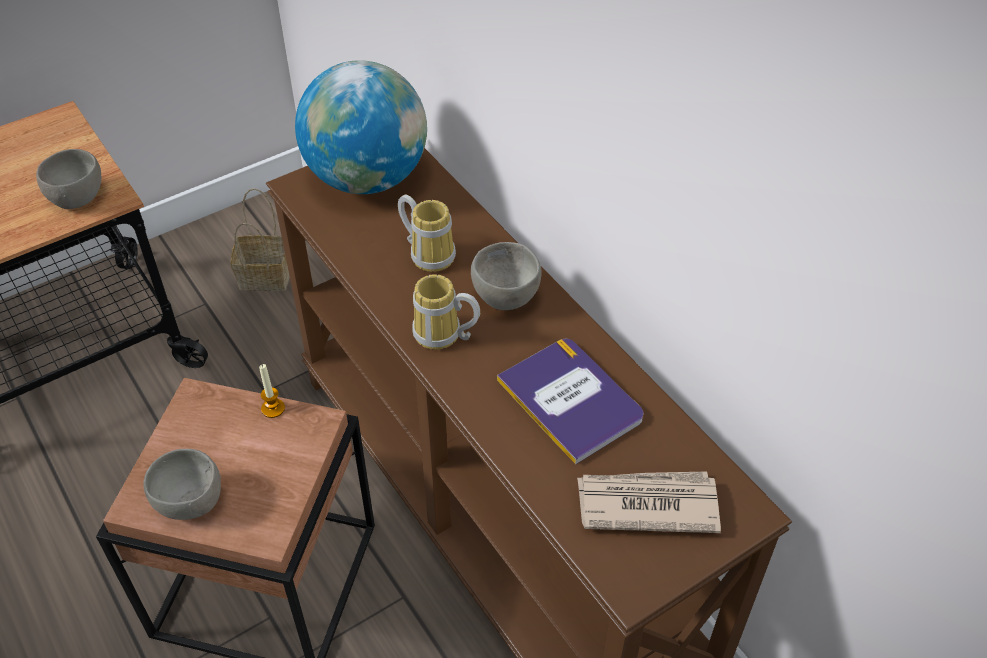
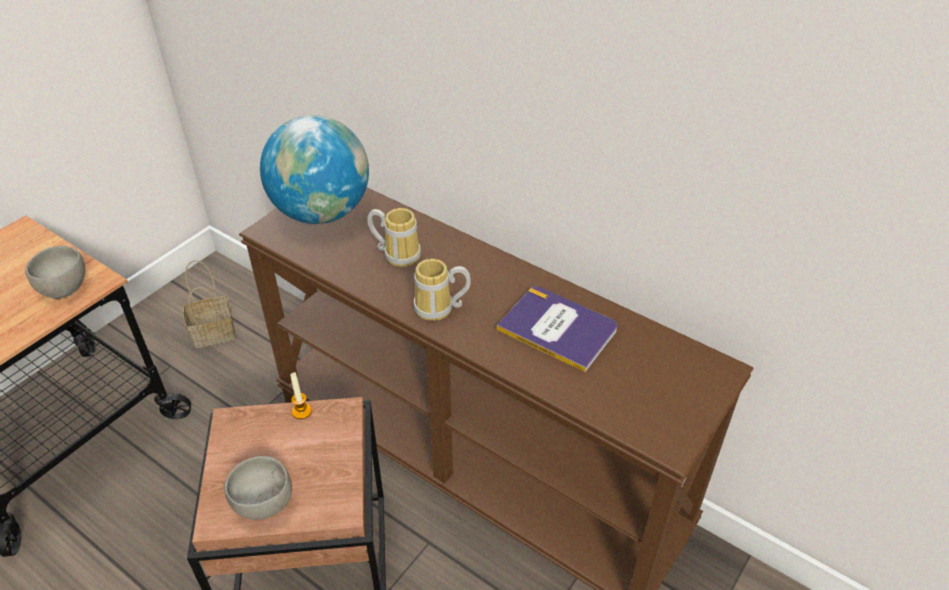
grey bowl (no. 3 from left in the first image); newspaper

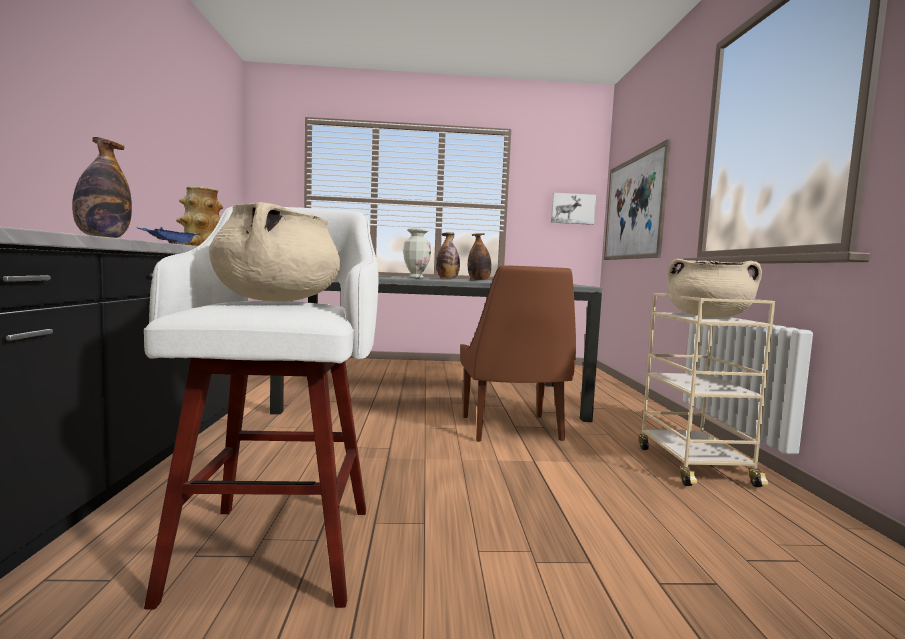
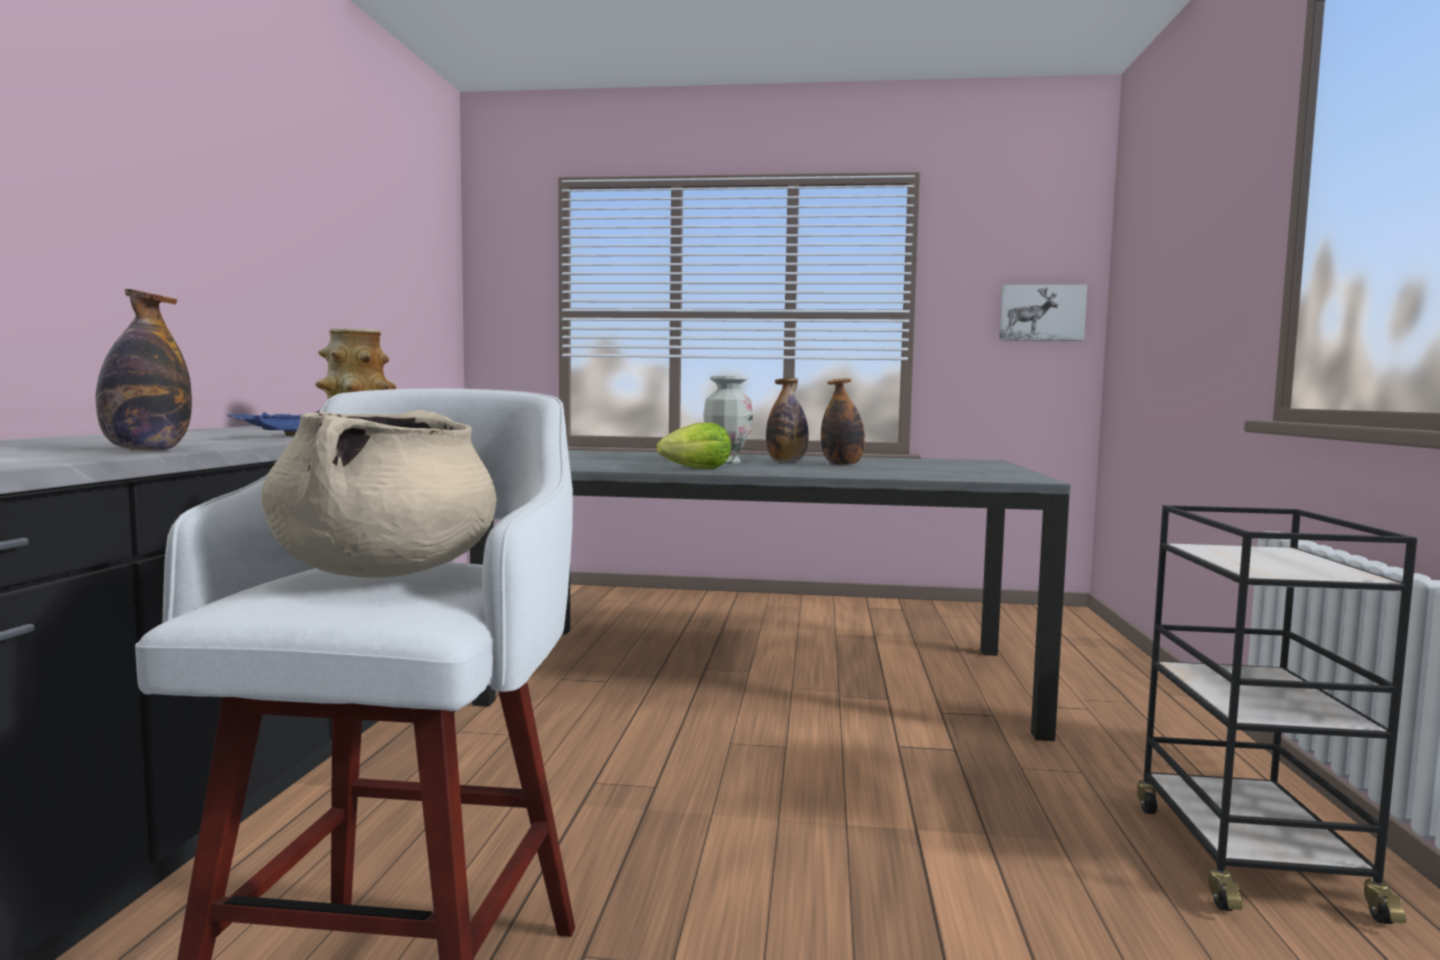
lettuce; black cart; brown chair; picture (no. 2 from left in the first image); beige cooking pot (no. 2 from left in the first image)

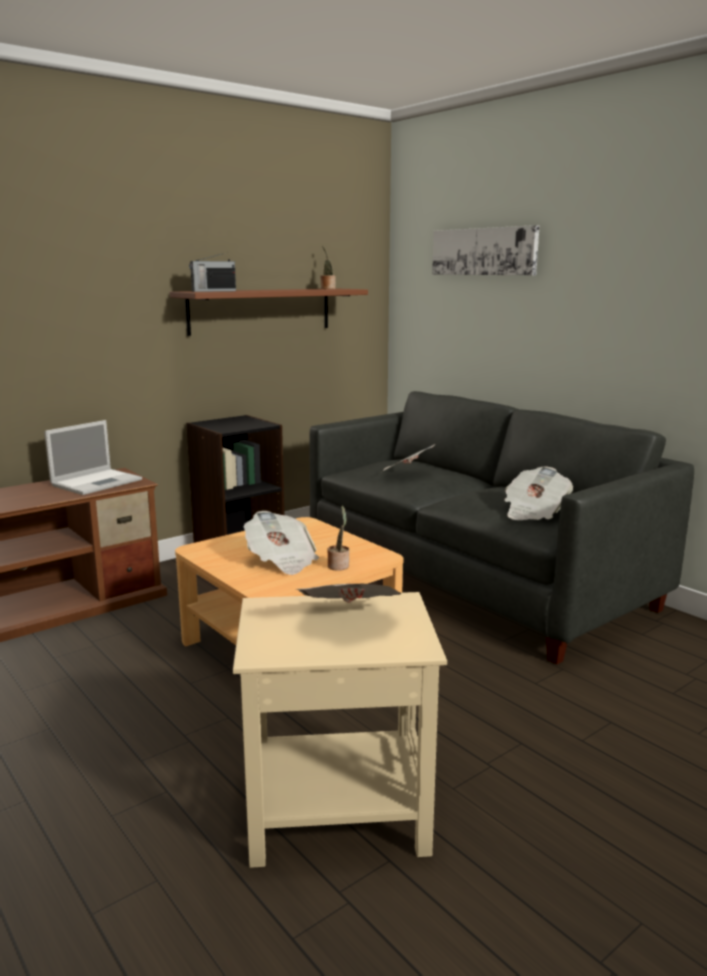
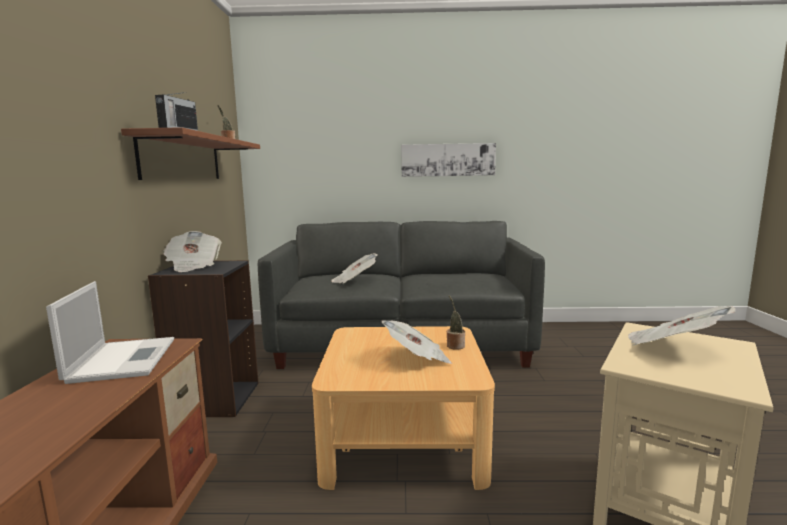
newspaper (no. 1 from left); picture

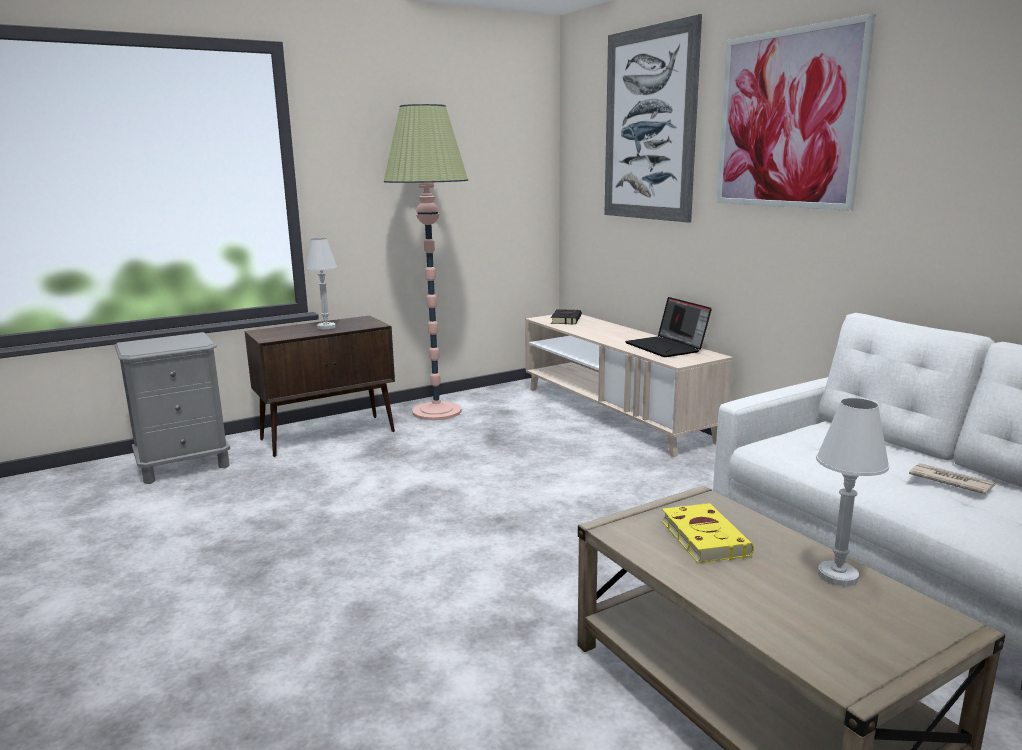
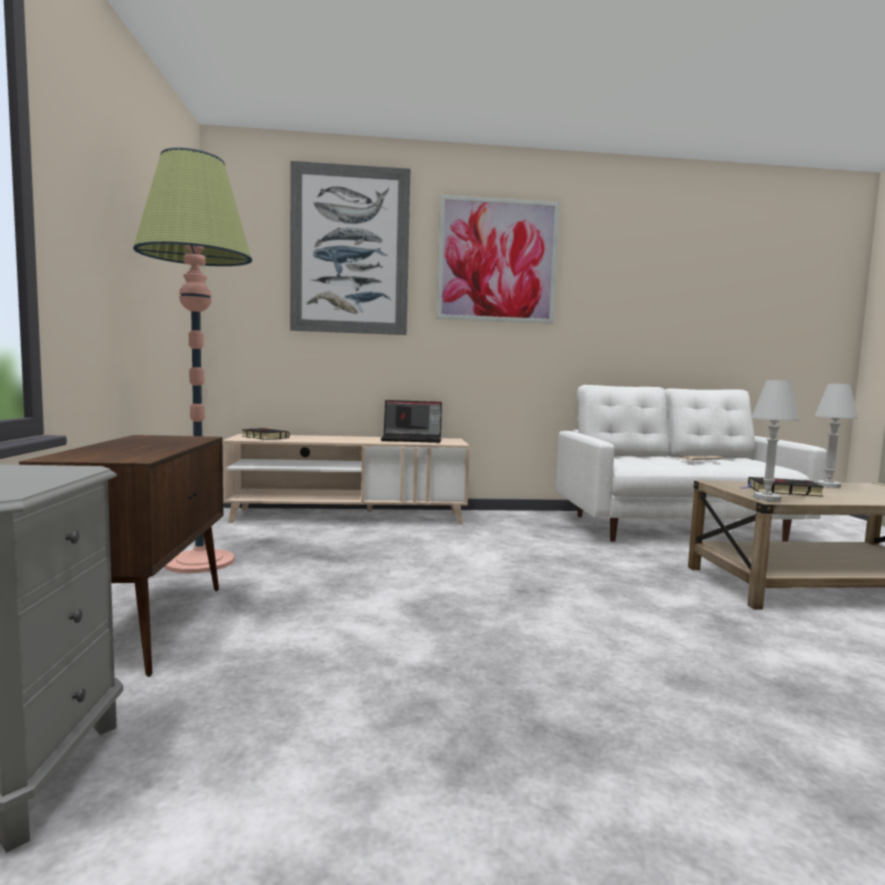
black book (no. 2 from left); white table lamp (no. 1 from left)

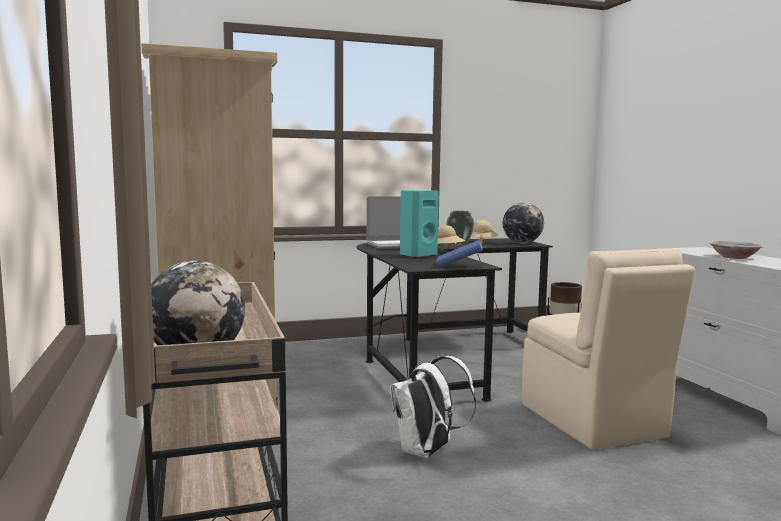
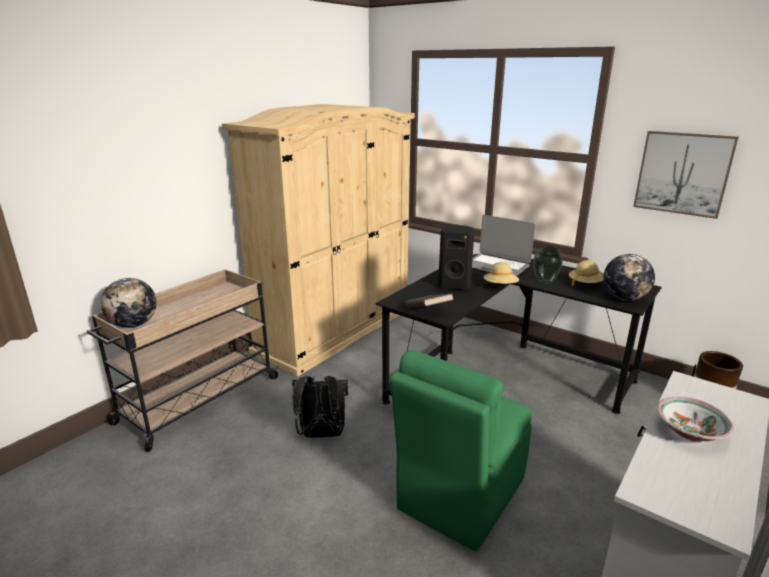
black backpack; green chair; brown book; black speaker; picture

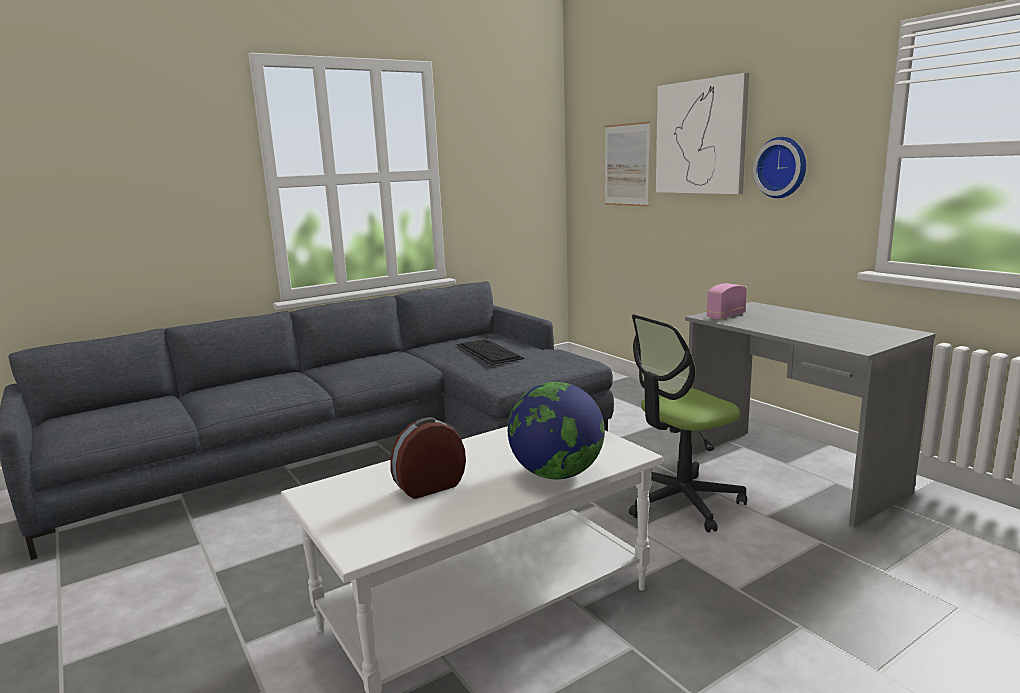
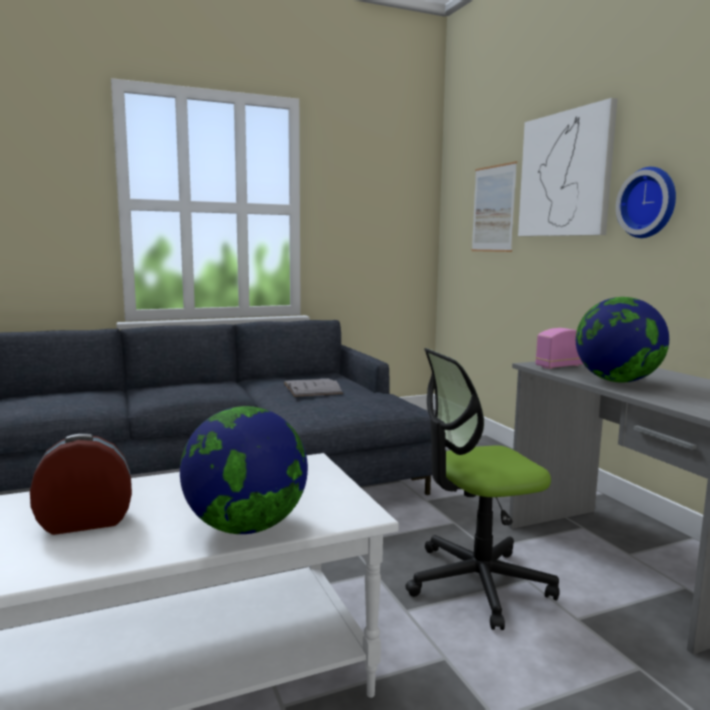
grey book; globe (no. 2 from left)

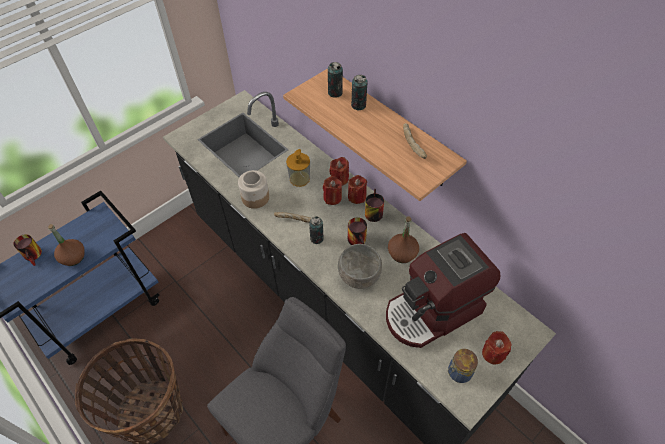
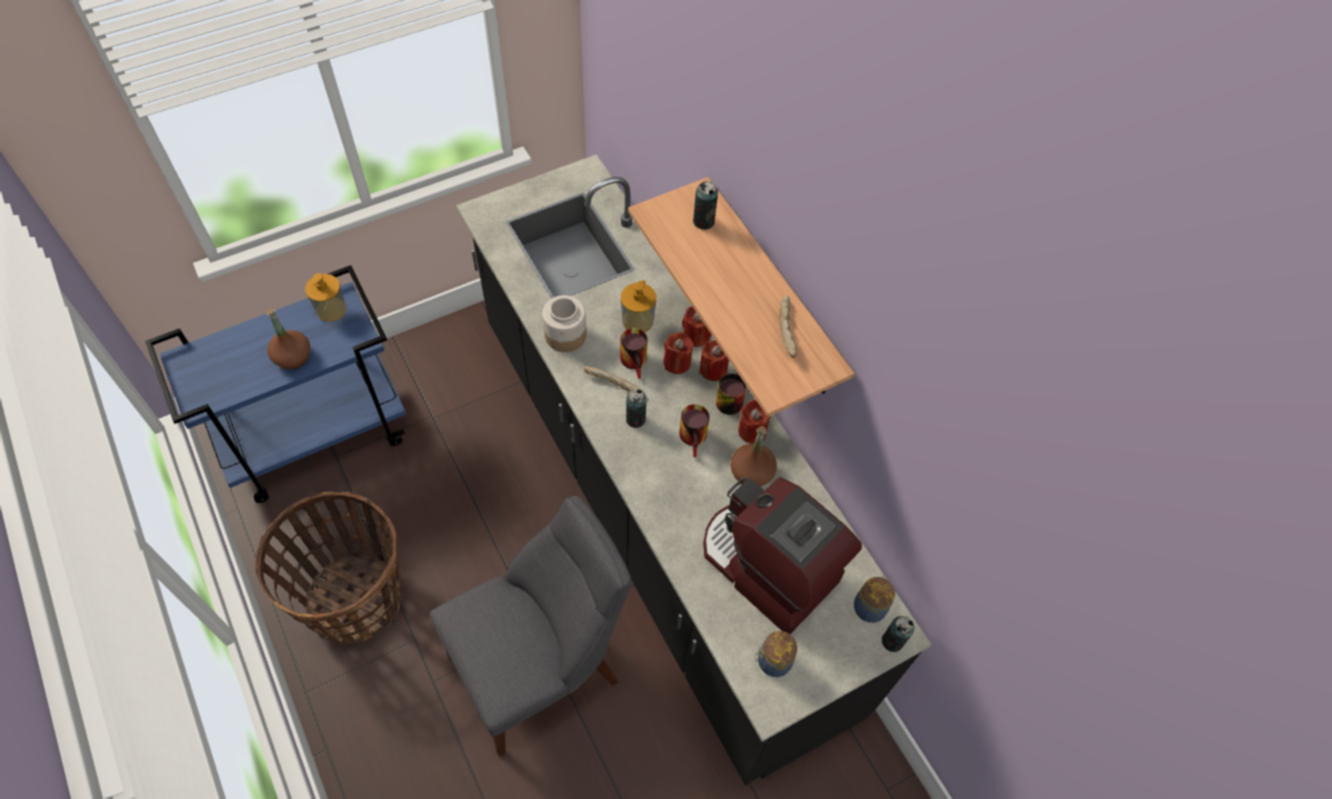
soap dispenser (no. 1 from left); mug (no. 1 from left); coffee machine; red candle (no. 4 from left); jar (no. 3 from left); can (no. 3 from left); grey bowl

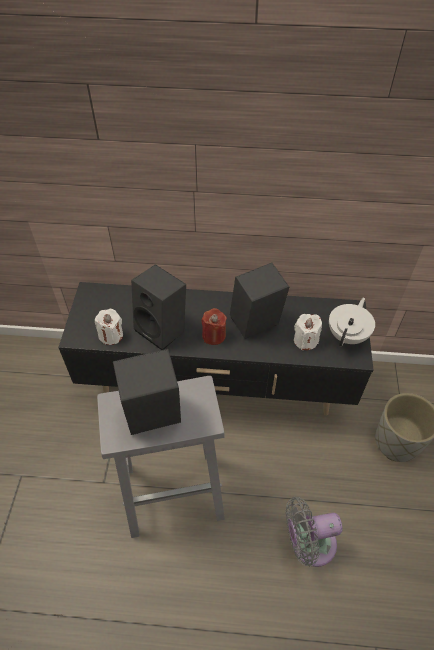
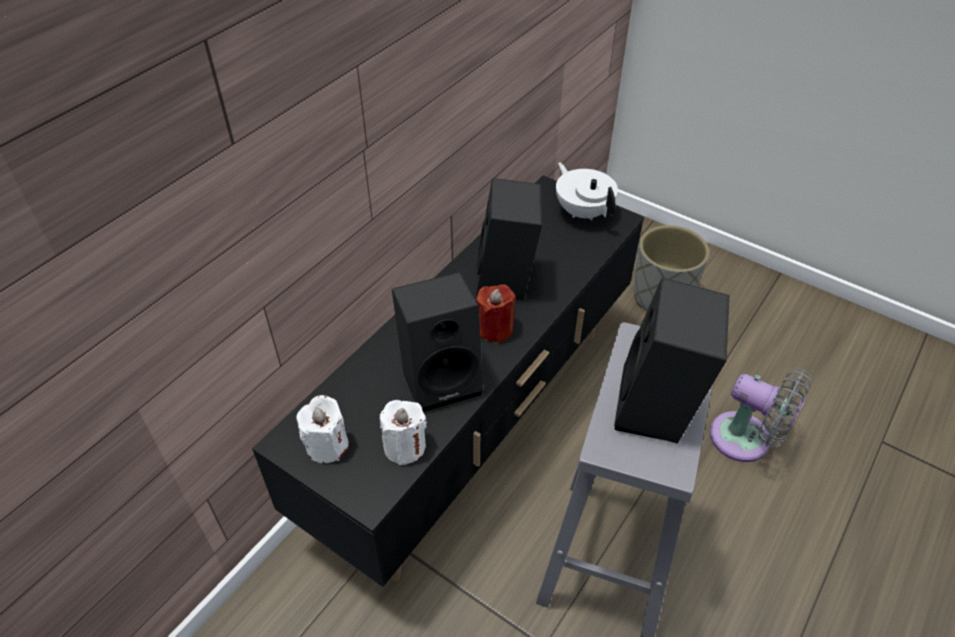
white candle (no. 1 from left); grey fan

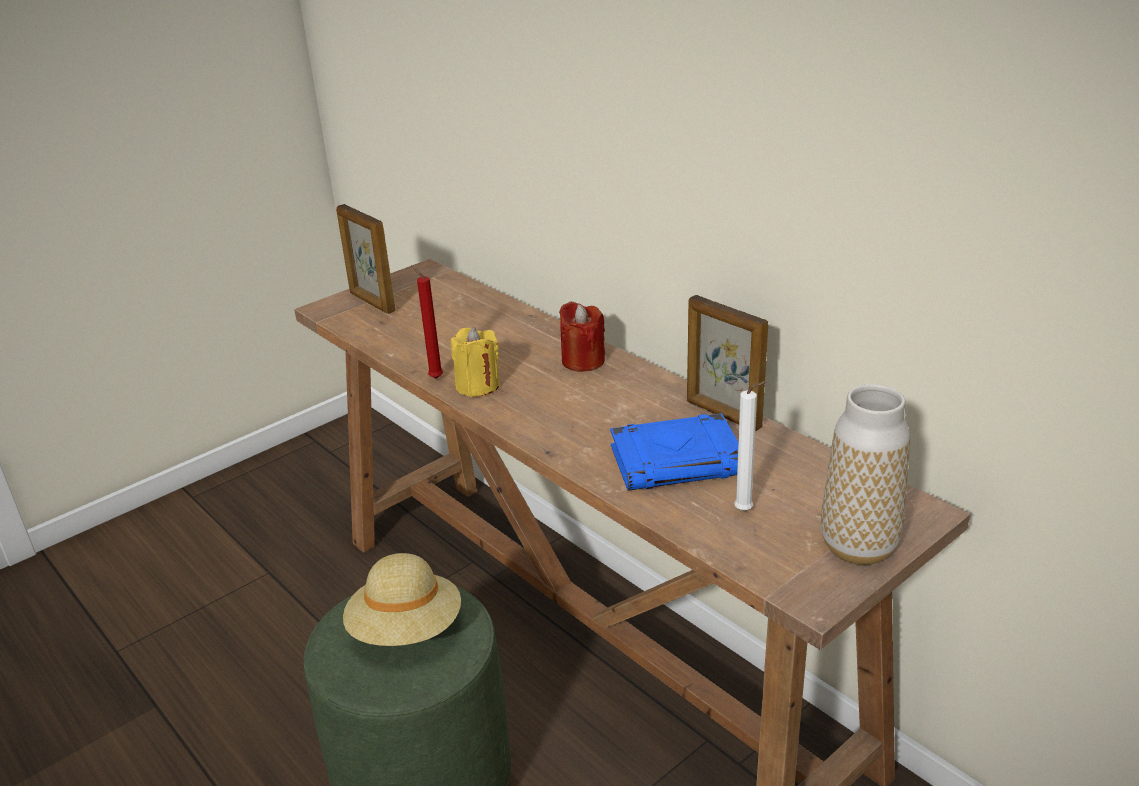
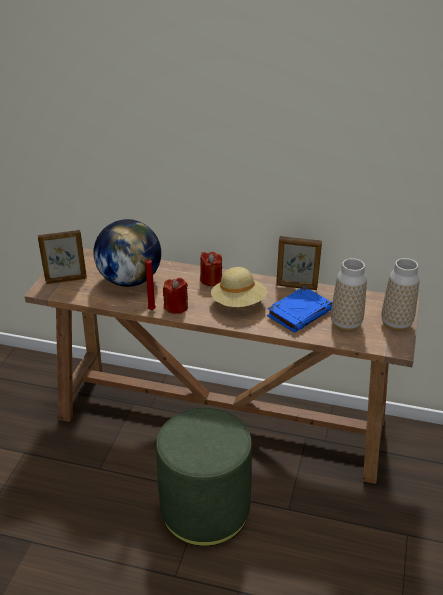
picture frame (no. 1 from left); globe; red candle (no. 2 from left); beige hat; vase (no. 1 from left)

